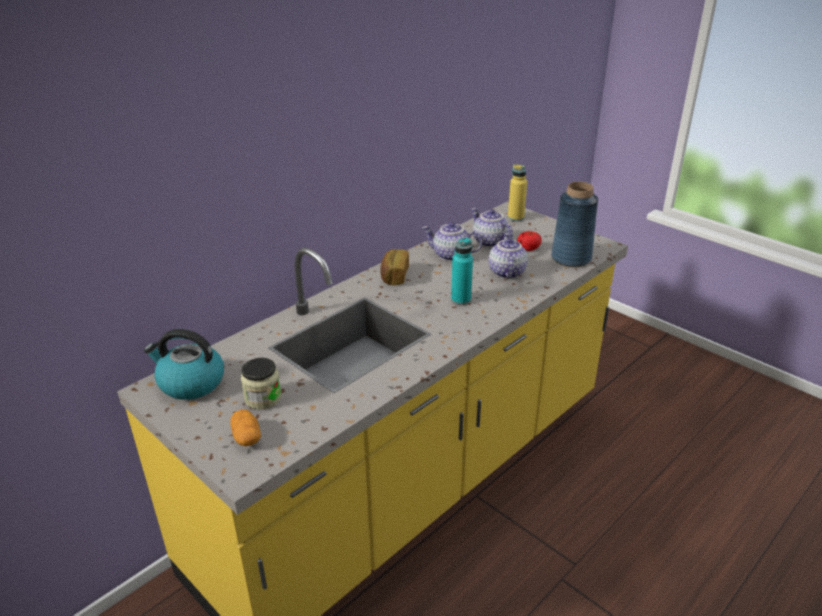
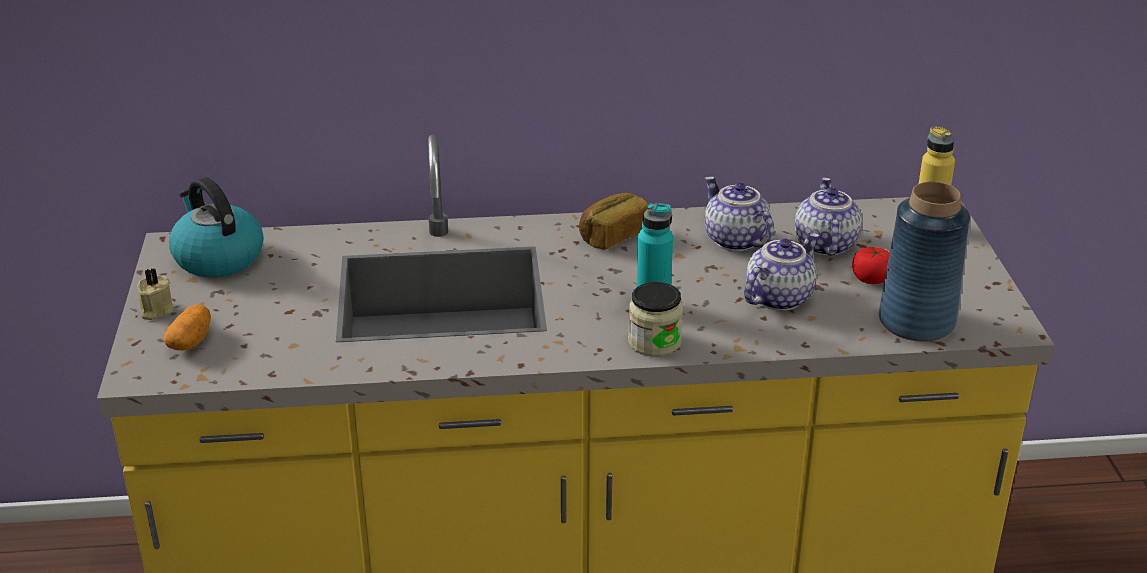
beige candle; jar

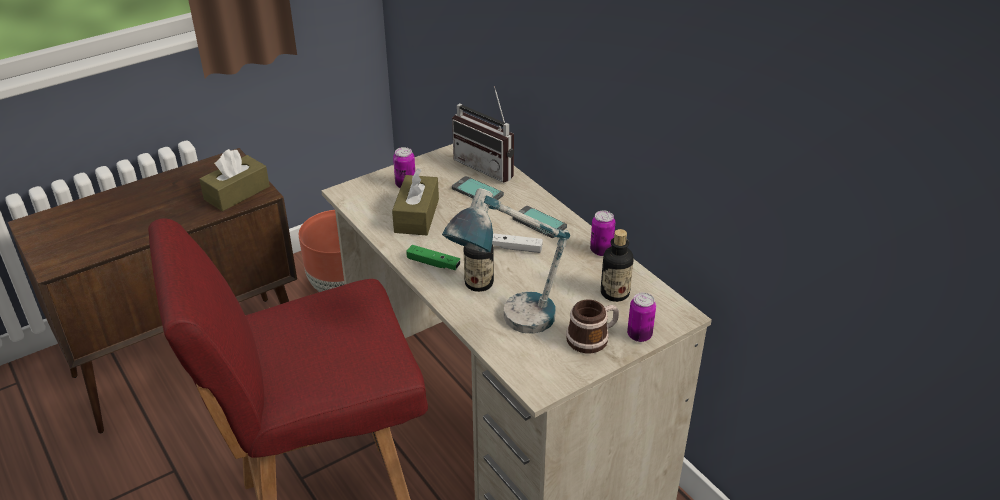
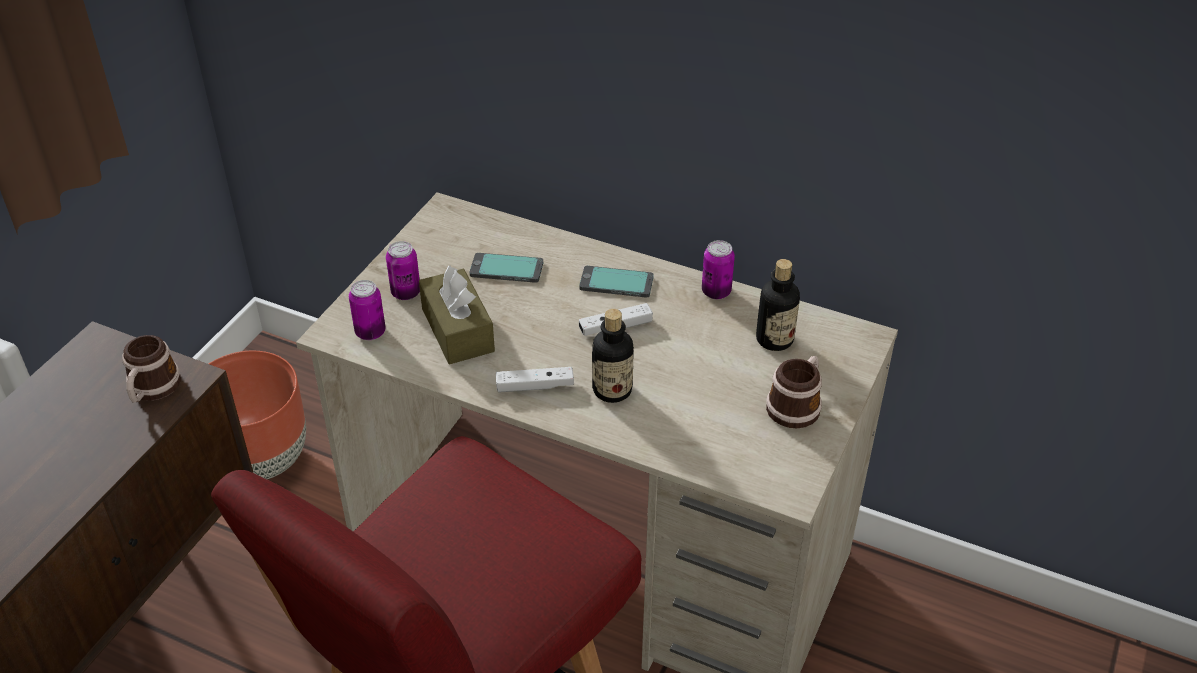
mug (no. 1 from left); can (no. 1 from left); white game controller (no. 1 from left); table lamp; radio

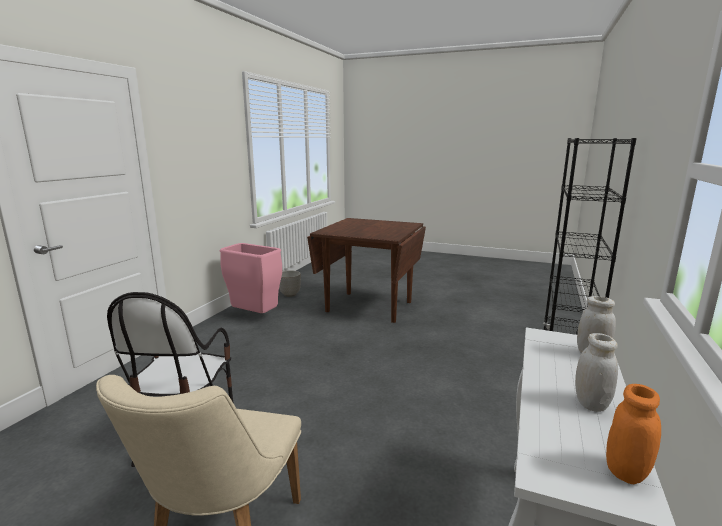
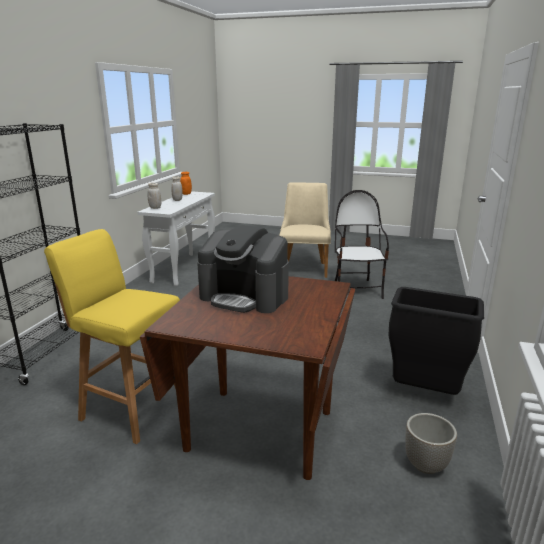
yellow stool; coffee machine; black trash can

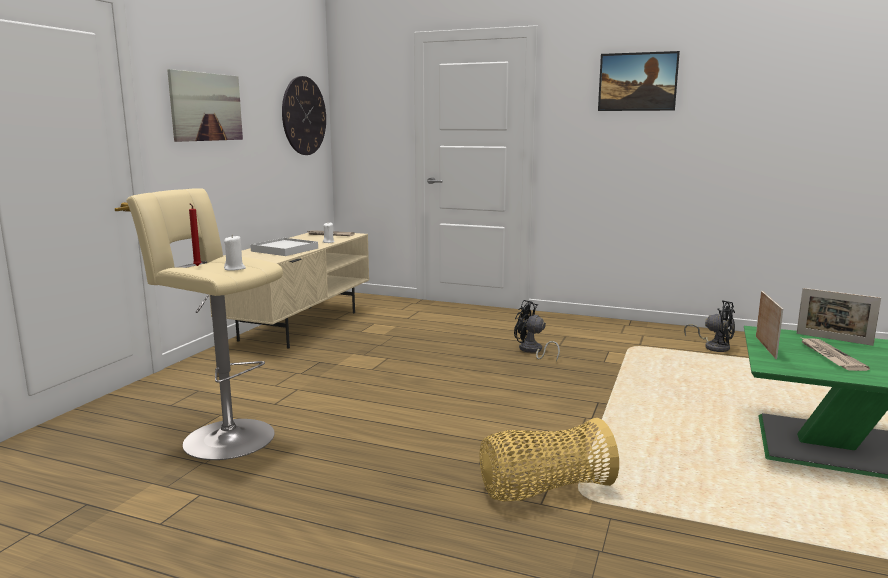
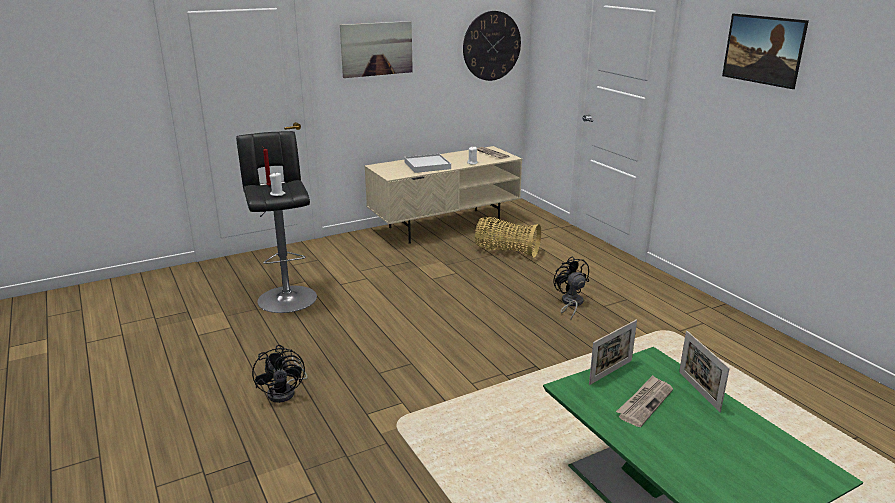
black stool; black fan (no. 1 from left); basket

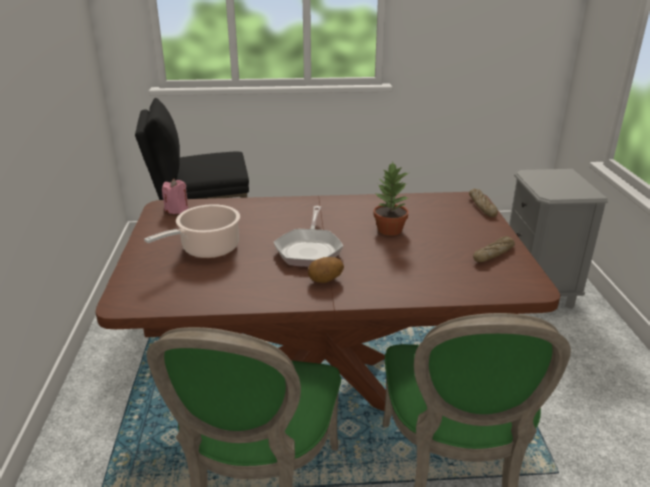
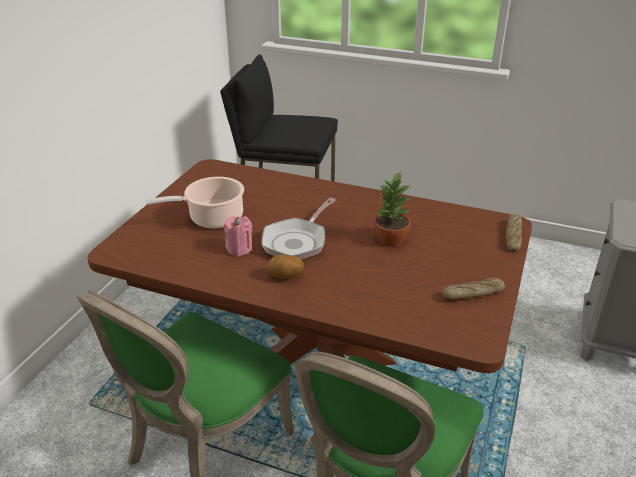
pink candle

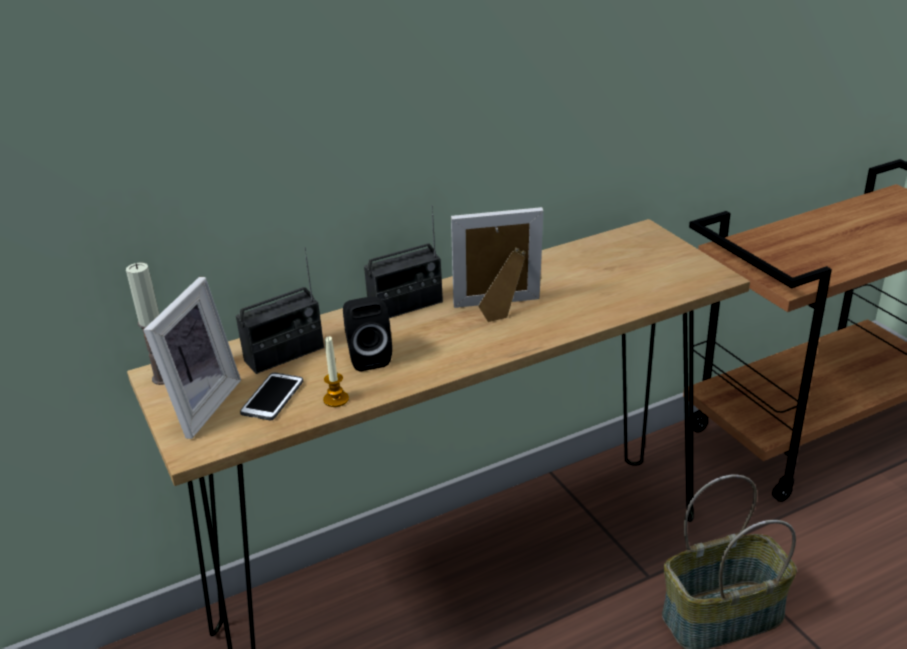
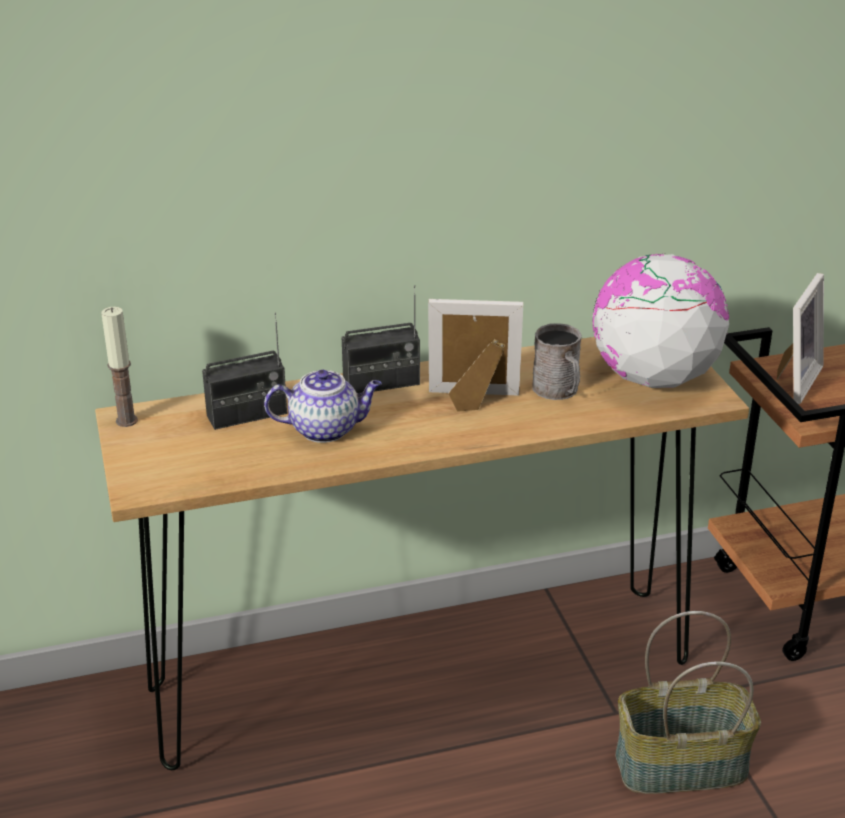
teapot; grey mug; globe; picture frame (no. 2 from left); phone; candle (no. 2 from left in the first image)

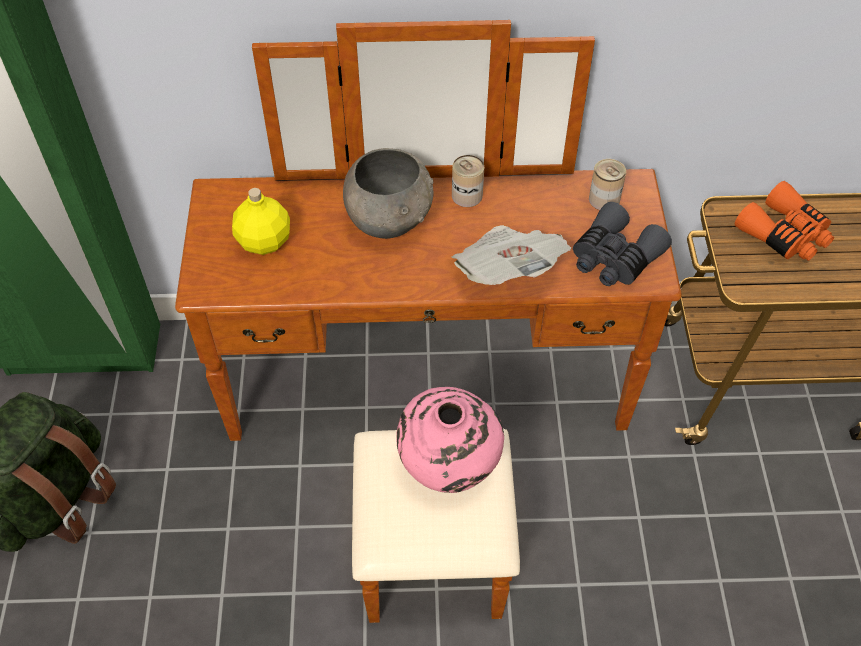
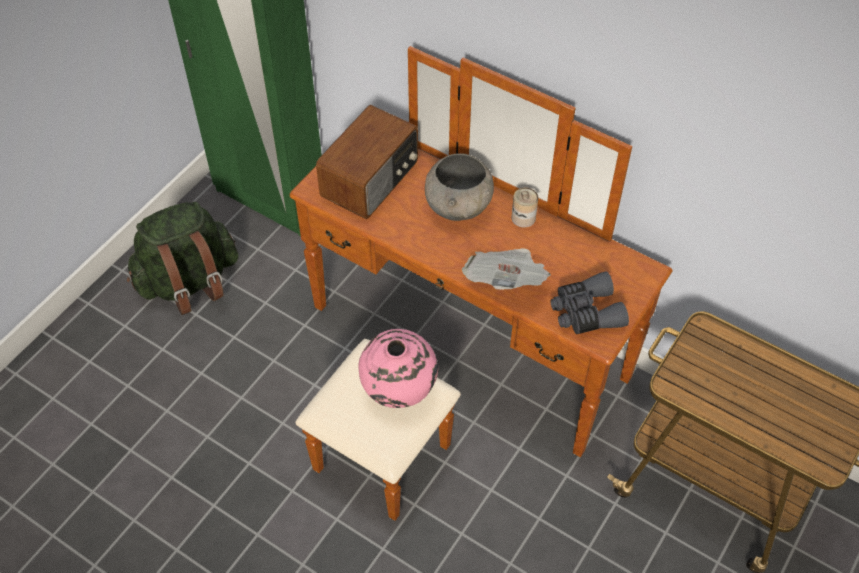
radio; can (no. 2 from left in the first image); orange binoculars

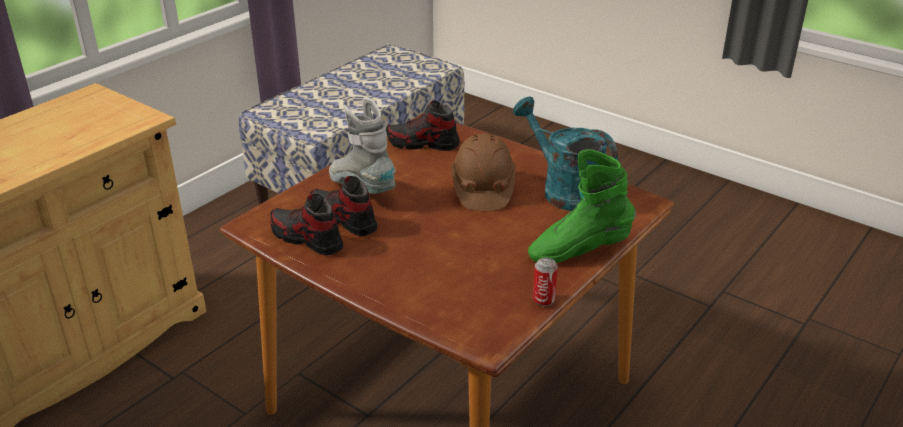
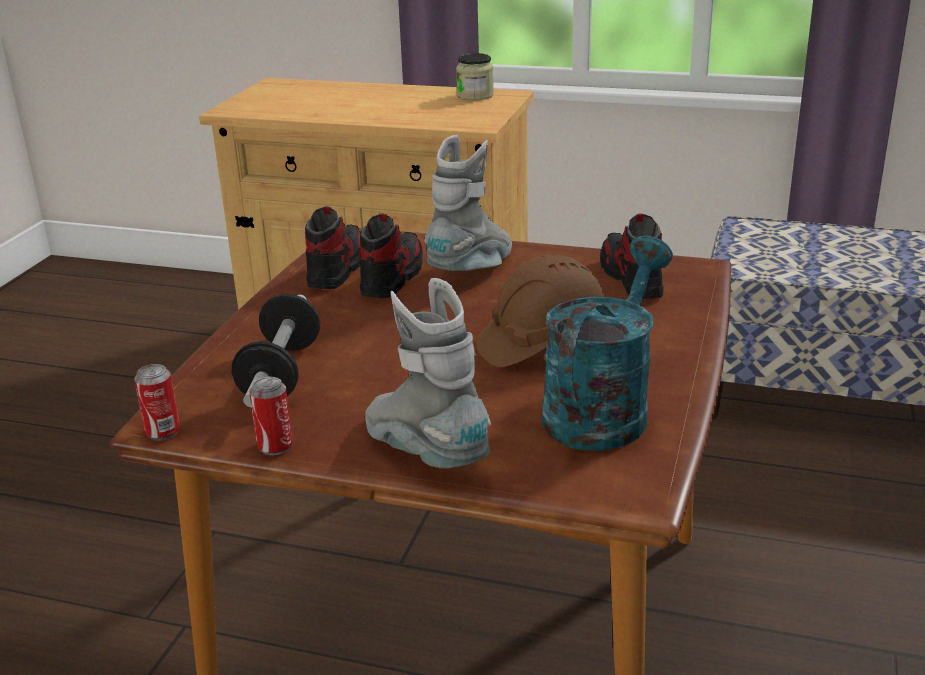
can (no. 1 from left); dumbbell; grey boot (no. 1 from left); jar

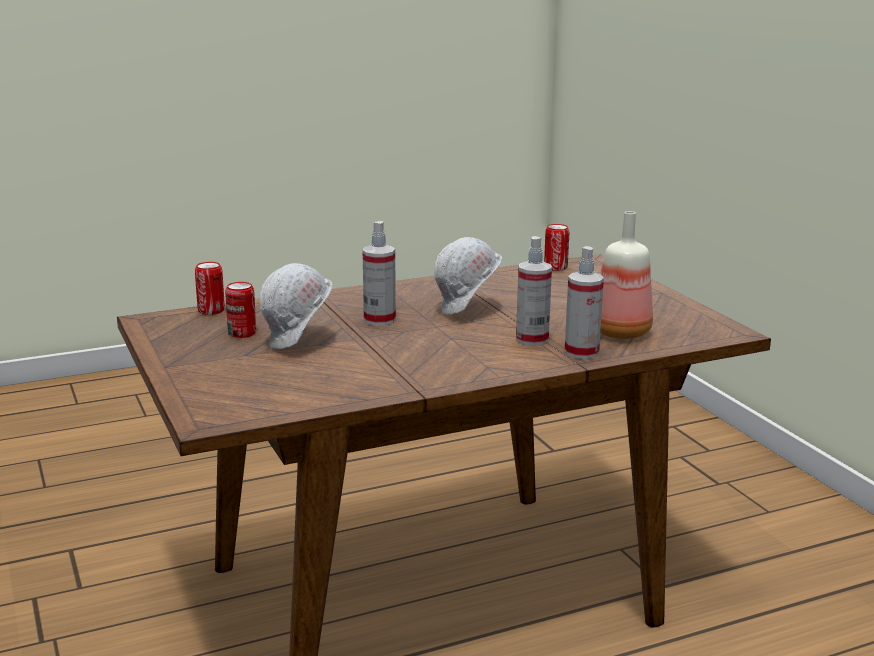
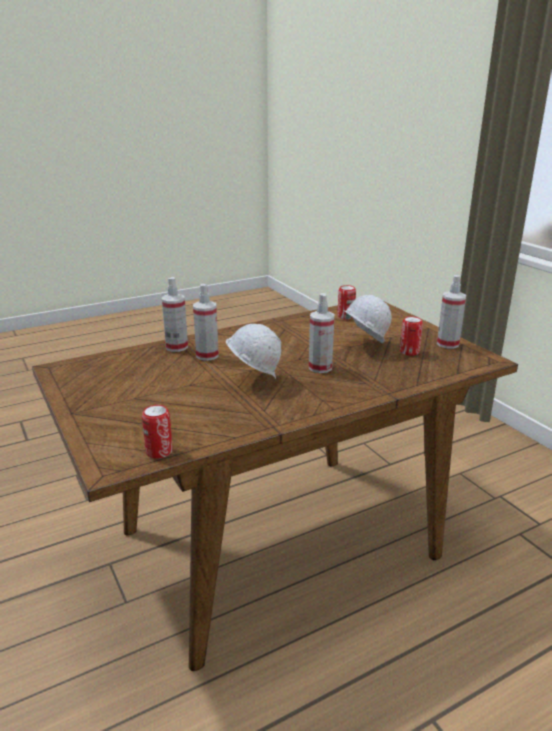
can (no. 2 from left); spray bottle (no. 4 from left); bottle

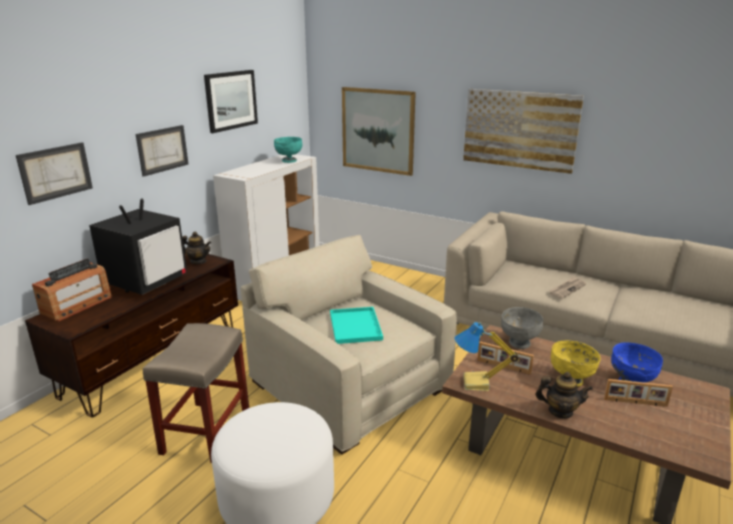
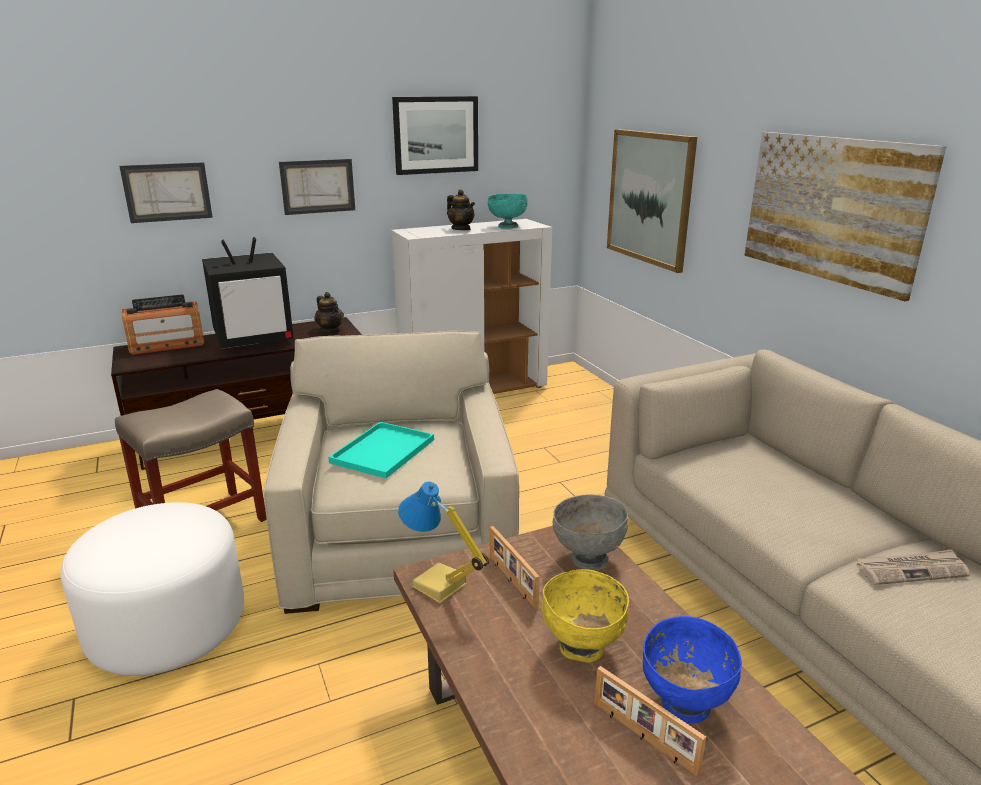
teapot (no. 2 from left); newspaper

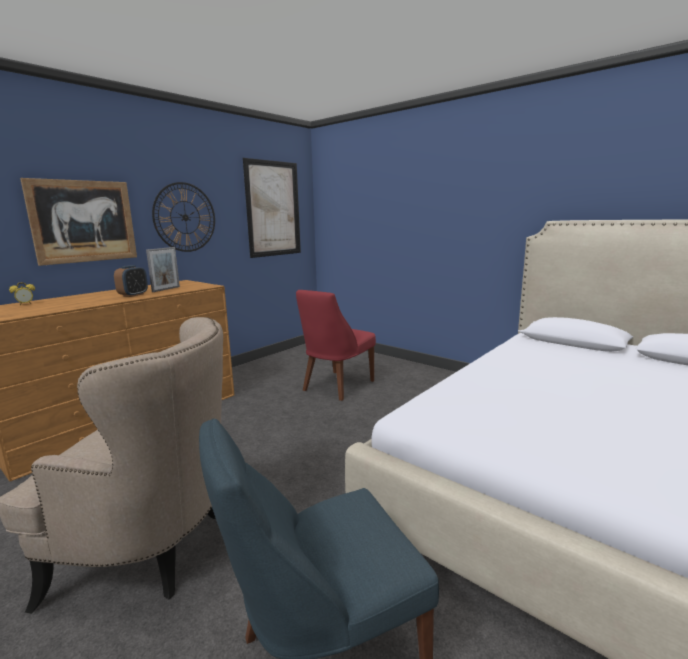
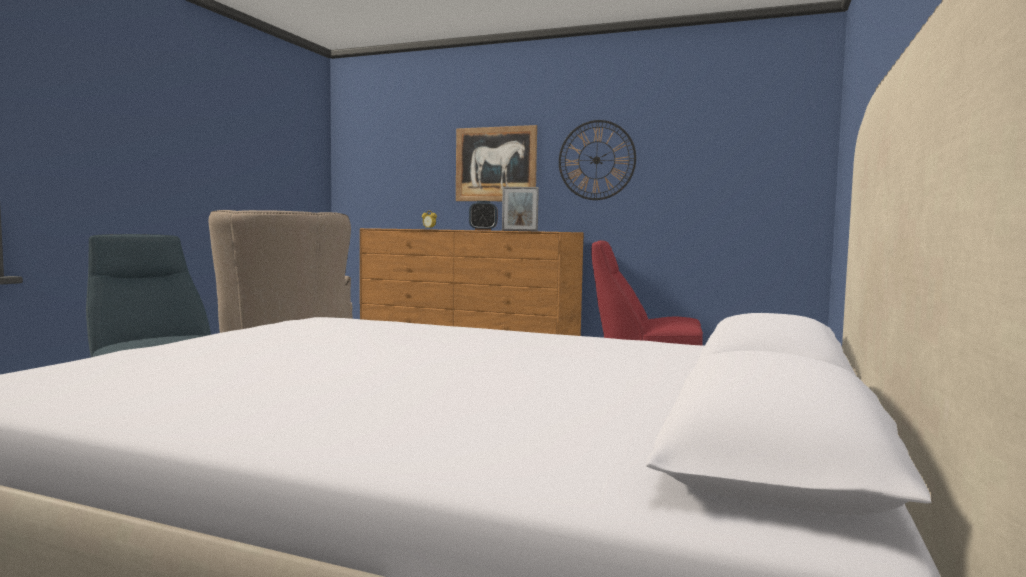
picture (no. 2 from left in the first image)

